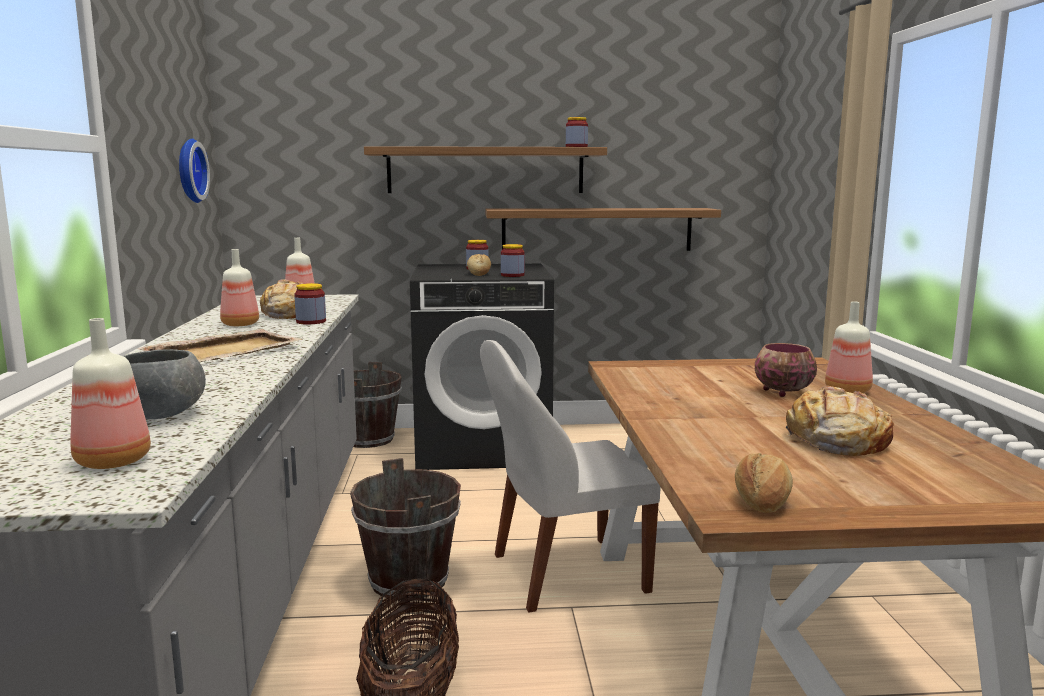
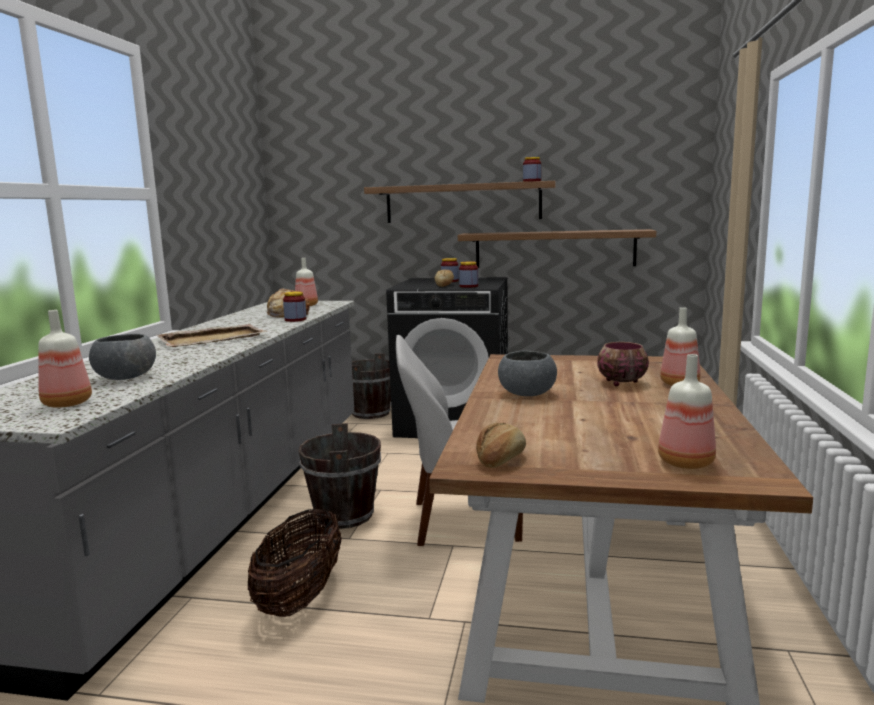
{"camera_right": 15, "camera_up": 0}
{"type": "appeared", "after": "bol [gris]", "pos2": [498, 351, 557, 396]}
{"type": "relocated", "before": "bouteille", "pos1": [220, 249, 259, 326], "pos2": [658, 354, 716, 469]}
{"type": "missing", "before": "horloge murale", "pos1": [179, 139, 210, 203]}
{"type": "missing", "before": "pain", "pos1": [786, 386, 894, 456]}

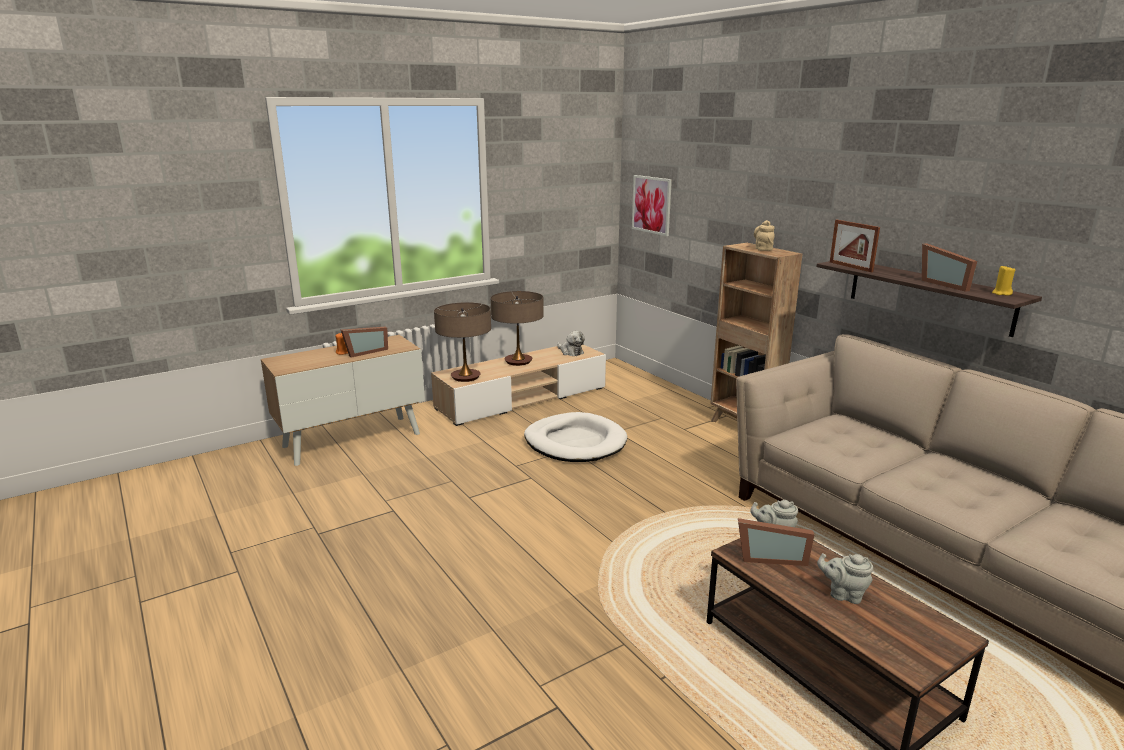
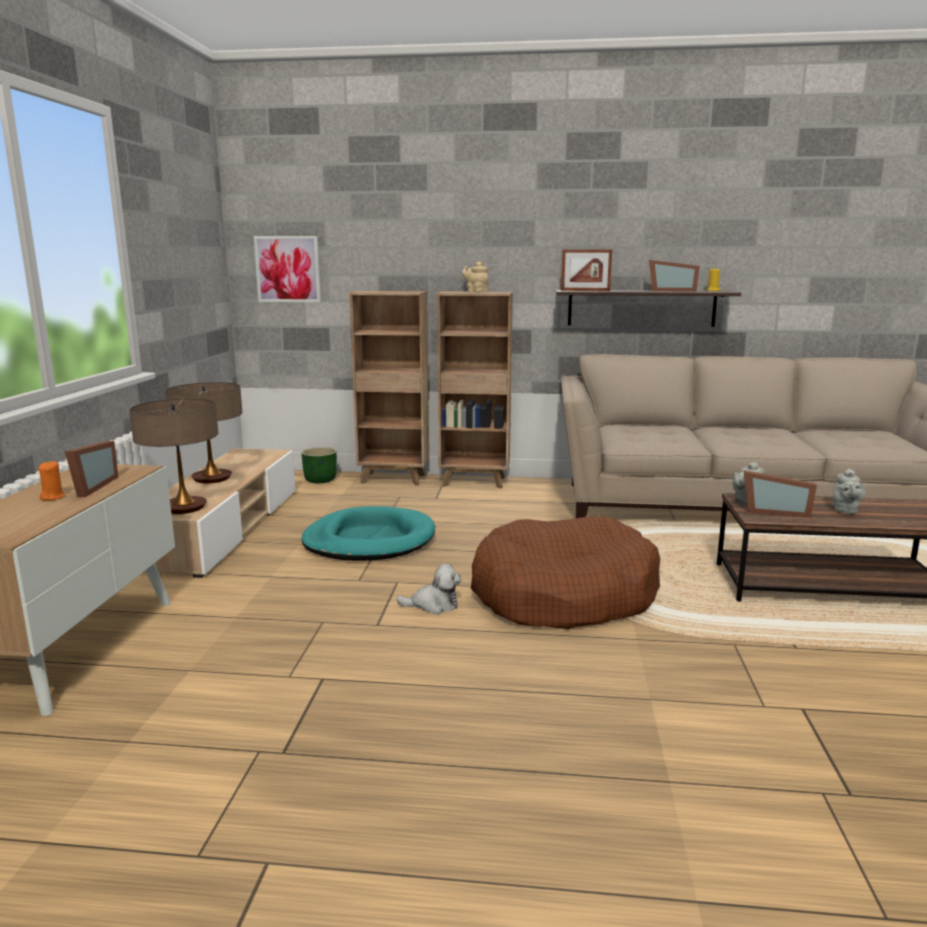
{"camera_right": -50, "camera_up": -5}
{"type": "appeared", "after": "cache-pot [vert]", "pos2": [301, 447, 337, 483]}
{"type": "colour", "before": "panier pour chien [blanc]", "after": "panier pour chien [turquoise]", "pos1": [524, 412, 627, 462], "pos2": [301, 506, 435, 561]}
{"type": "appeared", "after": "bibliothèque [marron]", "pos2": [349, 291, 429, 486]}
{"type": "relocated", "before": "peluche", "pos1": [557, 331, 585, 356], "pos2": [397, 564, 462, 614]}
{"type": "appeared", "after": "panier pour chien [marron]", "pos2": [471, 516, 660, 629]}
{"type": "spun", "before": "cadre photo", "pos1": [738, 518, 814, 566], "pos2": [744, 470, 817, 518], "turn": 60}
{"type": "spun", "before": "théière [gris]", "pos1": [817, 553, 873, 604], "pos2": [832, 468, 866, 514], "turn": -45}

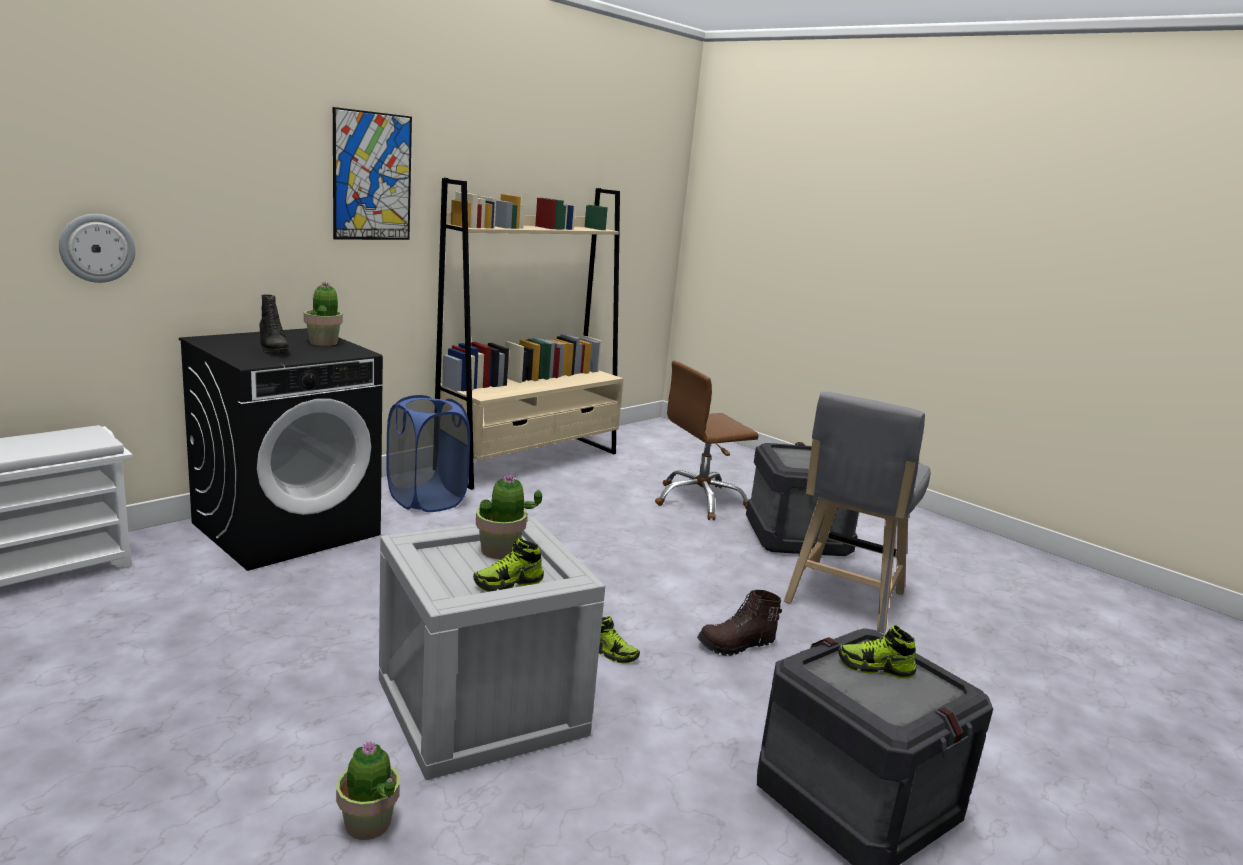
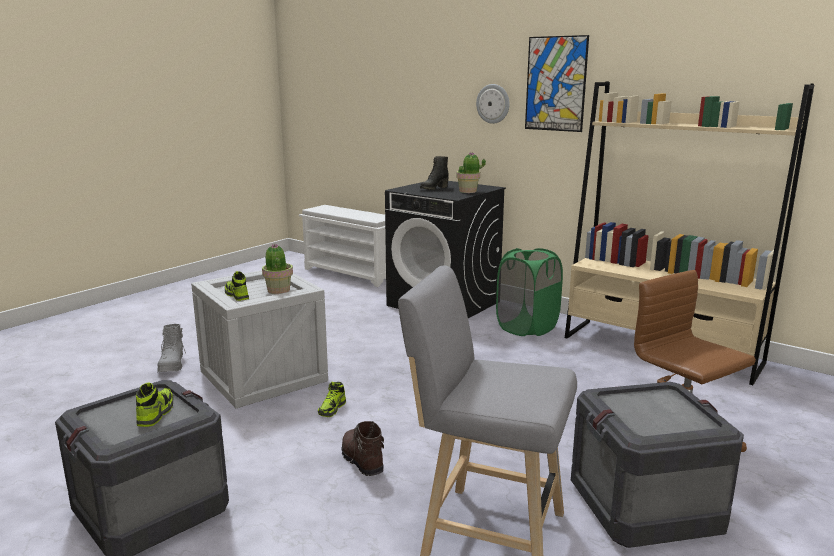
{"camera_right": 85, "camera_up": 0}
{"type": "exchanged", "before": "plante en pot", "after": "botte [gris]", "pos1": [336, 742, 400, 840], "pos2": [157, 324, 186, 372]}
{"type": "relocated", "before": "horloge murale", "pos1": [59, 214, 136, 283], "pos2": [476, 84, 510, 124]}
{"type": "colour", "before": "panier à linge [bleu]", "after": "panier à linge [vert]", "pos1": [386, 395, 470, 512], "pos2": [496, 248, 563, 336]}

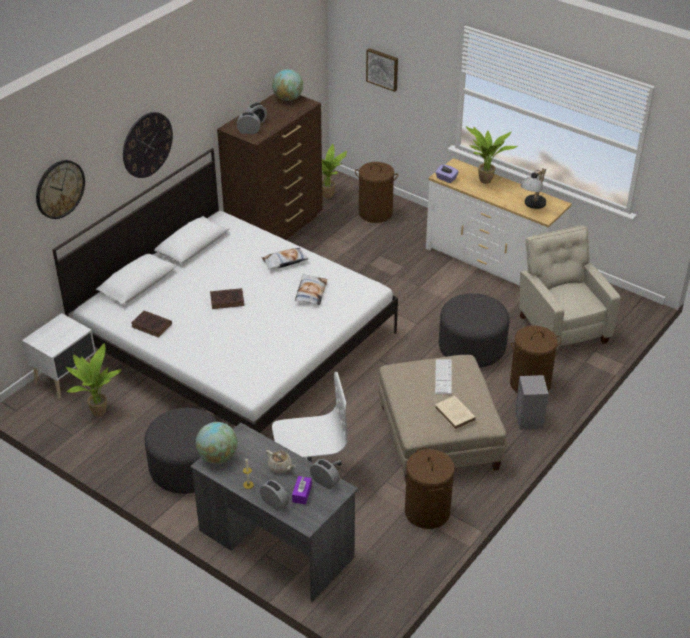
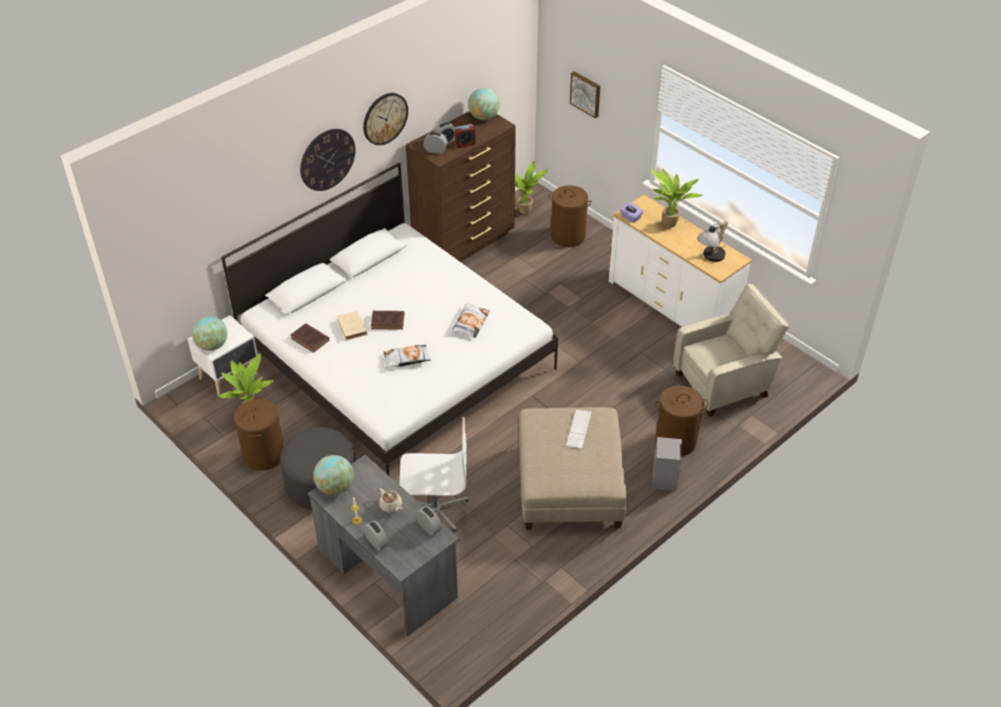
{"camera_right": 10, "camera_up": 5}
{"type": "appeared", "after": "globe", "pos2": [192, 316, 227, 351]}
{"type": "relocated", "before": "panier à linge [marron]", "pos1": [405, 447, 455, 529], "pos2": [234, 397, 284, 471]}
{"type": "relocated", "before": "livre [beige]", "pos1": [435, 396, 476, 430], "pos2": [337, 311, 367, 340]}
{"type": "relocated", "before": "horloge murale", "pos1": [36, 160, 85, 219], "pos2": [363, 93, 408, 145]}
{"type": "relocated", "before": "coussin", "pos1": [261, 248, 309, 270], "pos2": [384, 345, 431, 368]}
{"type": "appeared", "after": "réveil", "pos2": [454, 124, 476, 148]}
{"type": "spun", "before": "fauteuil [beige]", "pos1": [519, 225, 620, 350], "pos2": [673, 284, 789, 417], "turn": 75}
{"type": "missing", "before": "boîte à mouchoirs [violet]", "pos1": [292, 476, 312, 504]}
{"type": "missing", "before": "pouf [gris]", "pos1": [439, 293, 509, 368]}

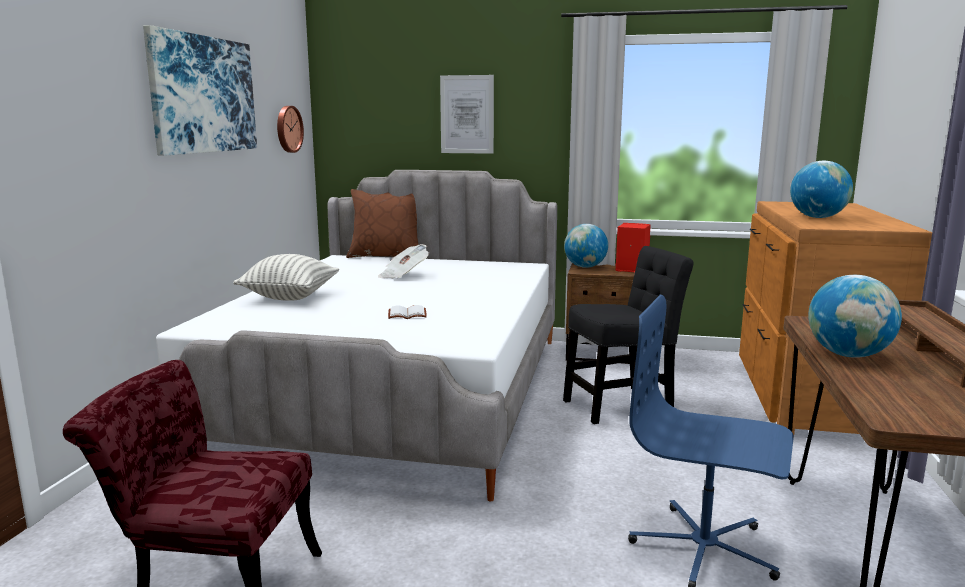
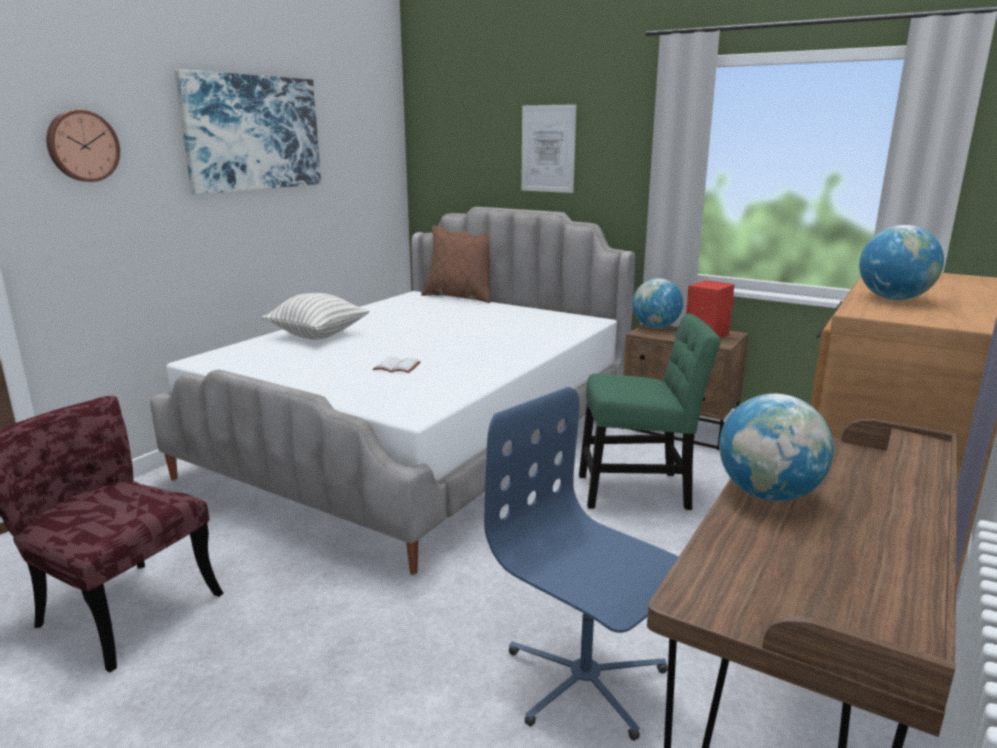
{"camera_right": 20, "camera_up": 5}
{"type": "relocated", "before": "horloge murale", "pos1": [277, 106, 304, 153], "pos2": [46, 110, 120, 182]}
{"type": "colour", "before": "chaise [noir]", "after": "chaise [vert]", "pos1": [563, 246, 694, 424], "pos2": [579, 313, 721, 510]}
{"type": "missing", "before": "journal", "pos1": [378, 244, 429, 279]}

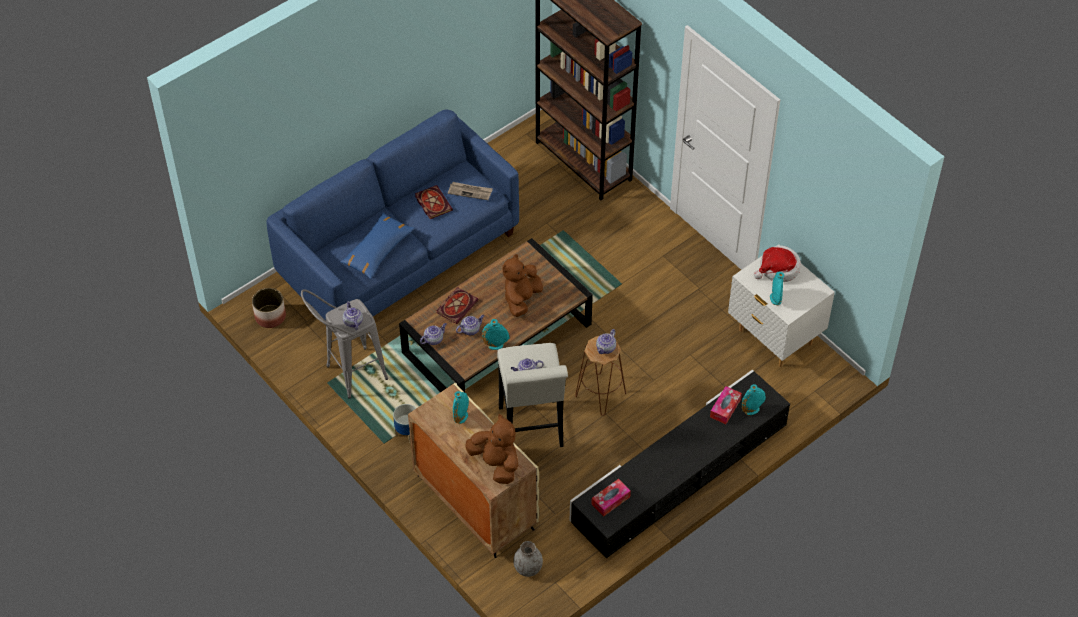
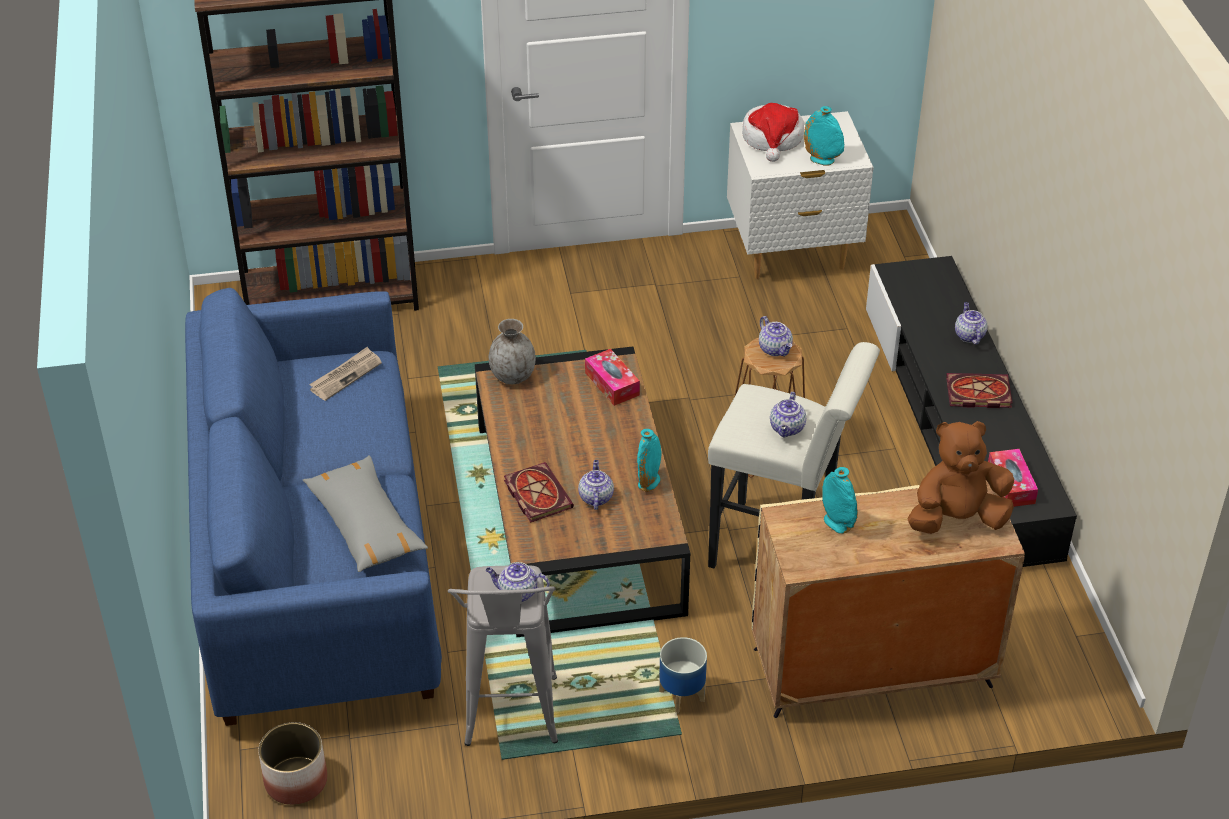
{"camera_right": -60, "camera_up": -10}
{"type": "colour", "before": "coussin [bleu]", "after": "coussin [gris]", "pos1": [340, 213, 415, 279], "pos2": [303, 455, 428, 572]}
{"type": "relocated", "before": "vase [gris]", "pos1": [513, 541, 543, 577], "pos2": [489, 319, 536, 384]}
{"type": "relocated", "before": "boîte à mouchoirs", "pos1": [710, 386, 742, 424], "pos2": [585, 349, 640, 406]}
{"type": "relocated", "before": "livre", "pos1": [415, 185, 453, 219], "pos2": [946, 373, 1012, 408]}
{"type": "relocated", "before": "théière", "pos1": [420, 323, 447, 345], "pos2": [955, 302, 988, 345]}
{"type": "missing", "before": "peluche [marron]", "pos1": [502, 254, 543, 317]}
{"type": "missing", "before": "vase [turquoise]", "pos1": [741, 384, 766, 415]}

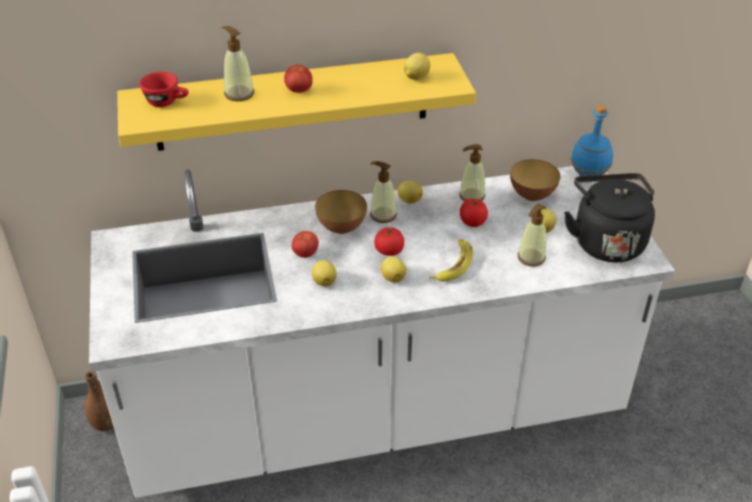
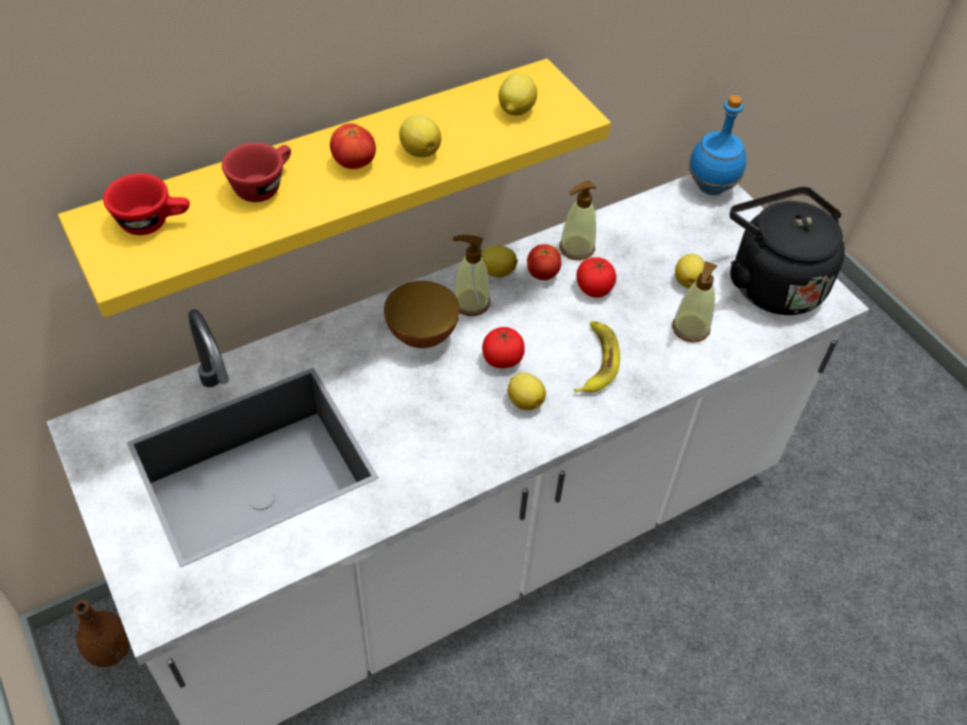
{"camera_right": -20, "camera_up": 10}
{"type": "exchanged", "before": "distributeur de savon", "after": "tasse [rouge]", "pos1": [222, 26, 254, 101], "pos2": [222, 143, 291, 202]}
{"type": "relocated", "before": "citron", "pos1": [312, 260, 337, 287], "pos2": [399, 115, 441, 157]}
{"type": "relocated", "before": "tomate", "pos1": [292, 231, 319, 258], "pos2": [527, 244, 561, 280]}
{"type": "missing", "before": "bol", "pos1": [510, 159, 560, 201]}

